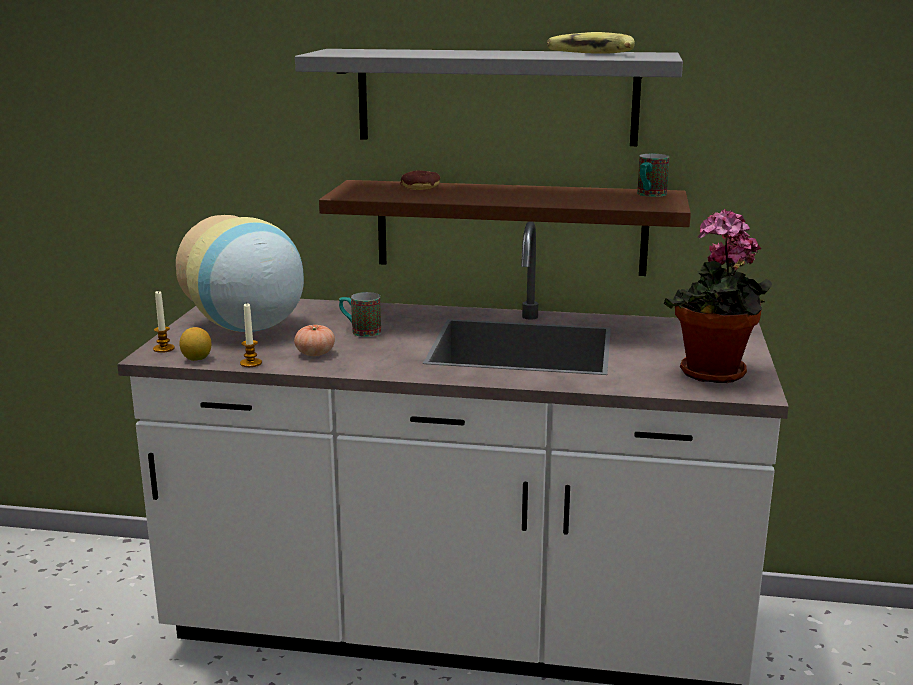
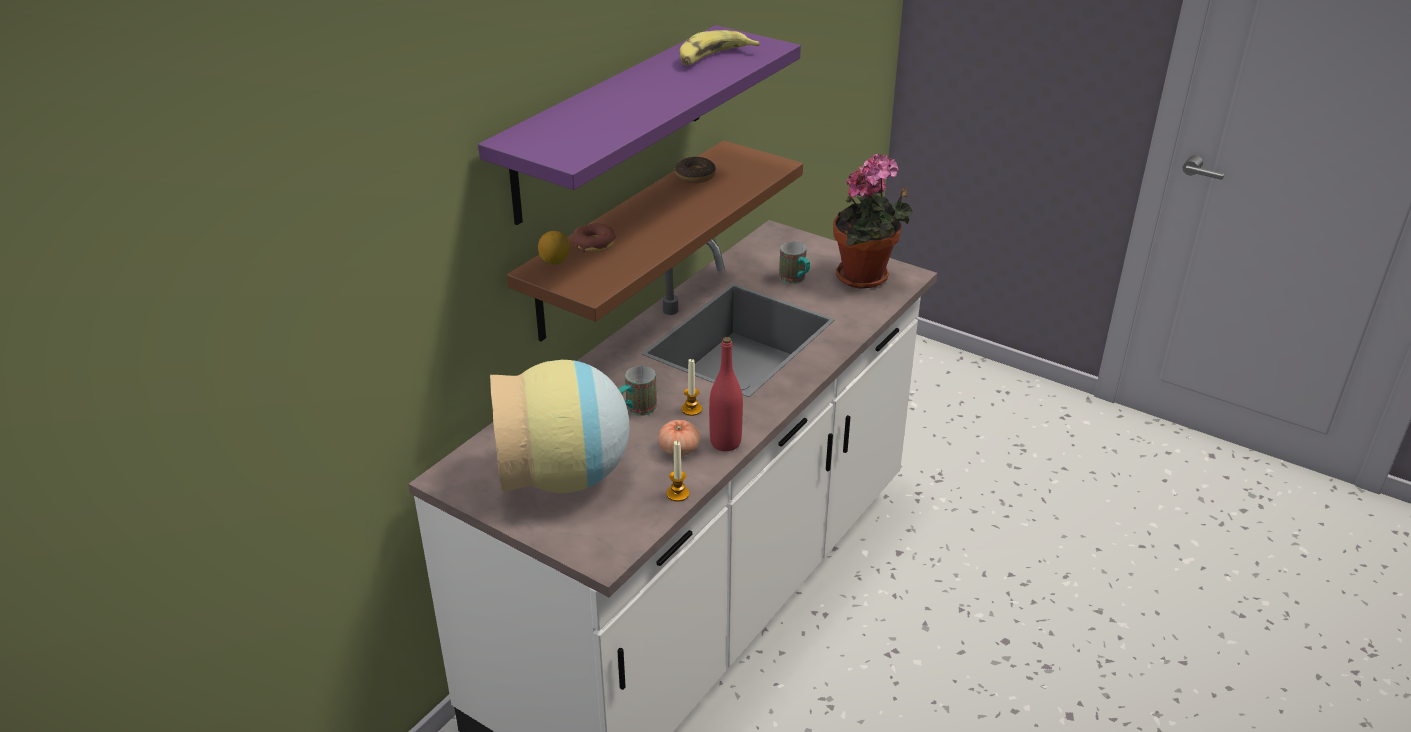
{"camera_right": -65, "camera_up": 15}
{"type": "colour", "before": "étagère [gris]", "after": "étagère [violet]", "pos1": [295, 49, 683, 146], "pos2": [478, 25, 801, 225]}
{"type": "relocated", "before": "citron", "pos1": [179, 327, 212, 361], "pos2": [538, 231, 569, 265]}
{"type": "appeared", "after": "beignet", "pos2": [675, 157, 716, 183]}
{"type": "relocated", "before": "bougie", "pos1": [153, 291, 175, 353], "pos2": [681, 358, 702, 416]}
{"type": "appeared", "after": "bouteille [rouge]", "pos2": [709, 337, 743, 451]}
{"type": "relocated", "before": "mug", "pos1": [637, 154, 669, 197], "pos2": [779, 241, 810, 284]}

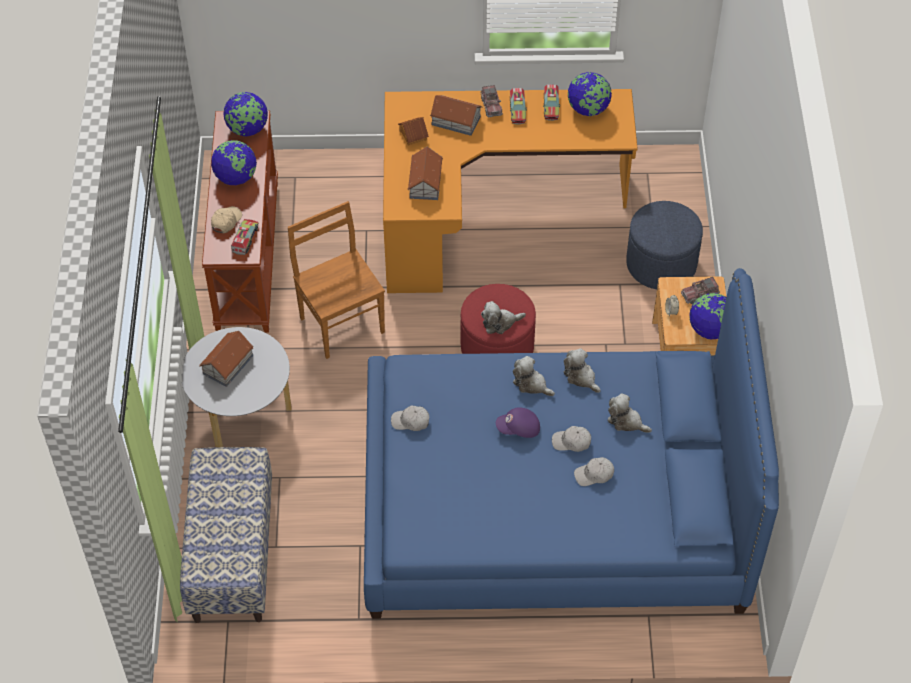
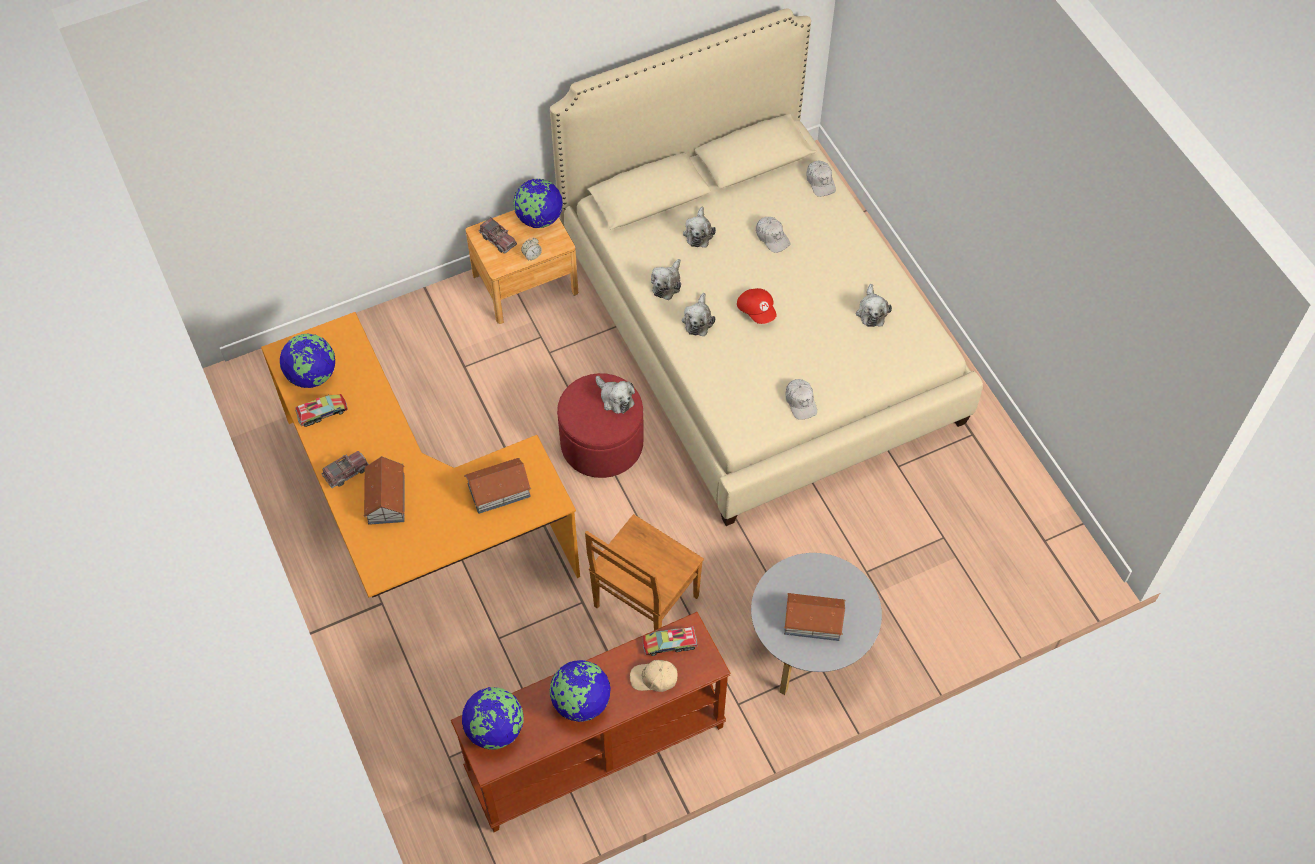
{"camera_right": -115, "camera_up": 5}
{"type": "colour", "before": "lit [bleu]", "after": "lit [beige]", "pos1": [364, 268, 779, 619], "pos2": [550, 8, 983, 526]}
{"type": "colour", "before": "casquette [violet]", "after": "casquette [rouge]", "pos1": [496, 407, 540, 438], "pos2": [737, 288, 777, 324]}
{"type": "relocated", "before": "casquette [blanc]", "pos1": [552, 426, 591, 452], "pos2": [806, 161, 836, 197]}
{"type": "appeared", "after": "peluche", "pos2": [856, 284, 892, 327]}
{"type": "missing", "before": "banc", "pos1": [180, 447, 272, 623]}
{"type": "missing", "before": "maison miniature", "pos1": [398, 117, 429, 146]}
{"type": "missing", "before": "camion jouet", "pos1": [510, 88, 527, 124]}
{"type": "missing", "before": "pouf [bleu]", "pos1": [626, 201, 703, 289]}

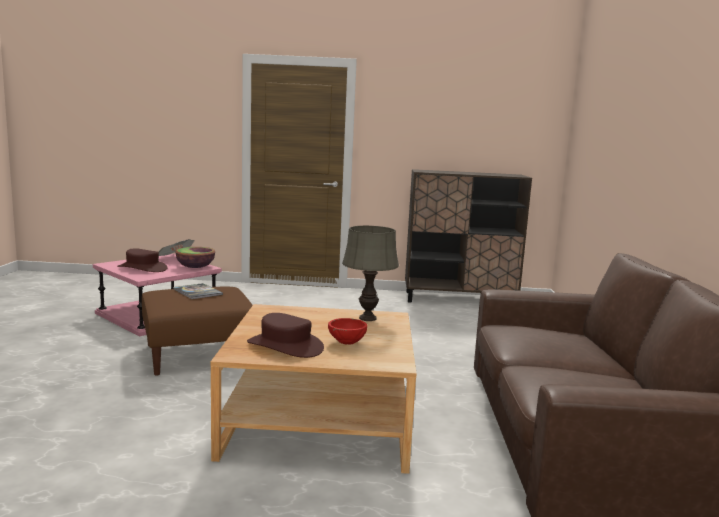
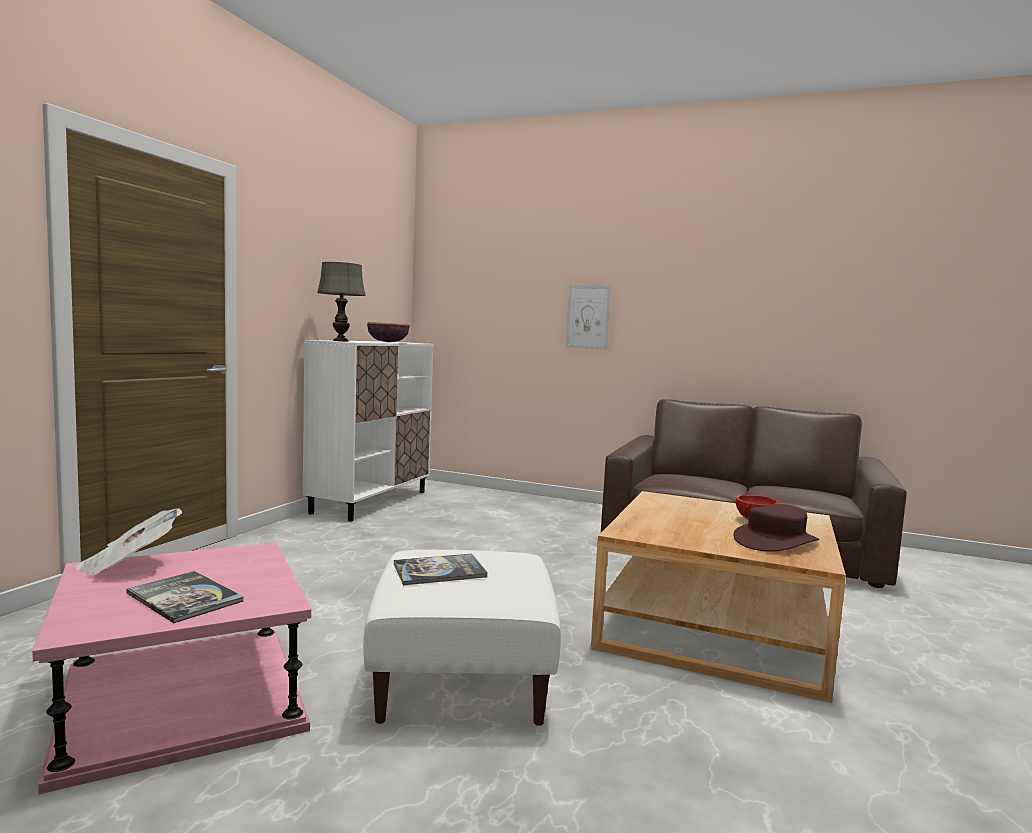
{"camera_right": -70, "camera_up": -5}
{"type": "exchanged", "before": "chapeau [marron]", "after": "livre", "pos1": [117, 248, 168, 272], "pos2": [126, 571, 244, 623]}
{"type": "colour", "before": "meuble de rangement [marron]", "after": "meuble de rangement [blanc]", "pos1": [405, 169, 532, 303], "pos2": [303, 340, 433, 521]}
{"type": "relocated", "before": "lampe de table [gris]", "pos1": [342, 226, 399, 321], "pos2": [317, 262, 366, 342]}
{"type": "colour", "before": "pouf [marron]", "after": "pouf [blanc]", "pos1": [142, 287, 253, 376], "pos2": [363, 550, 561, 726]}
{"type": "relocated", "before": "bol", "pos1": [175, 247, 215, 268], "pos2": [367, 322, 410, 342]}
{"type": "appeared", "after": "tableau", "pos2": [566, 285, 611, 350]}

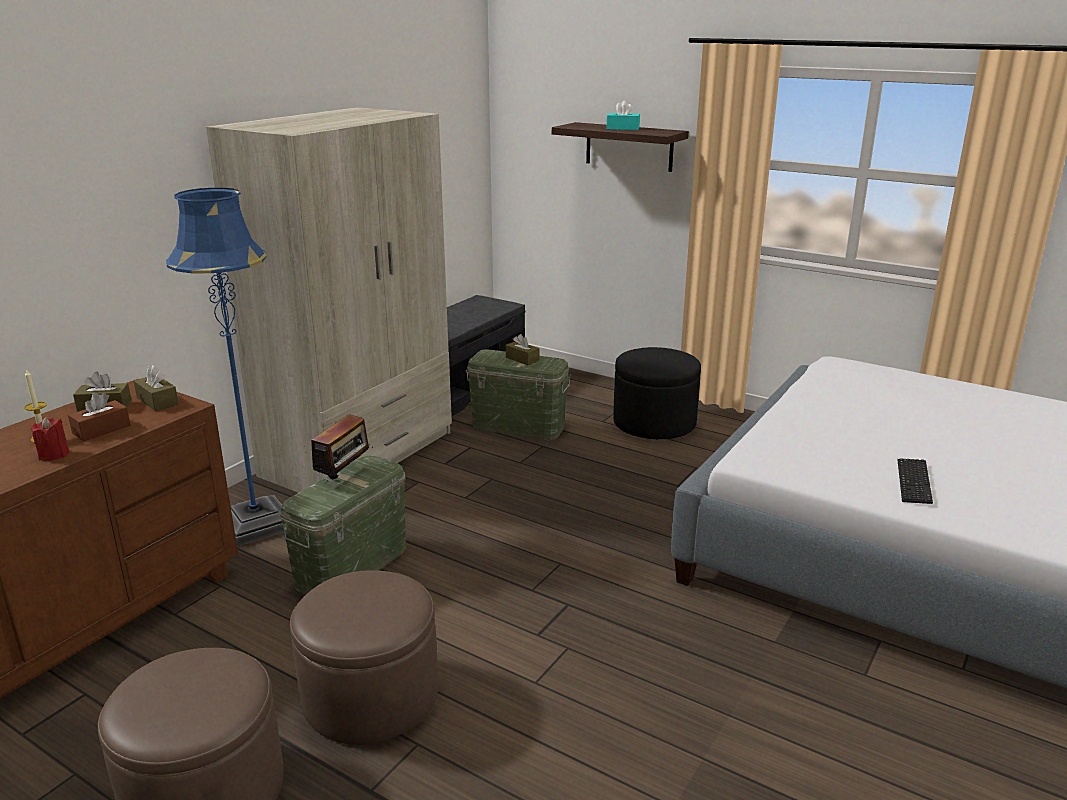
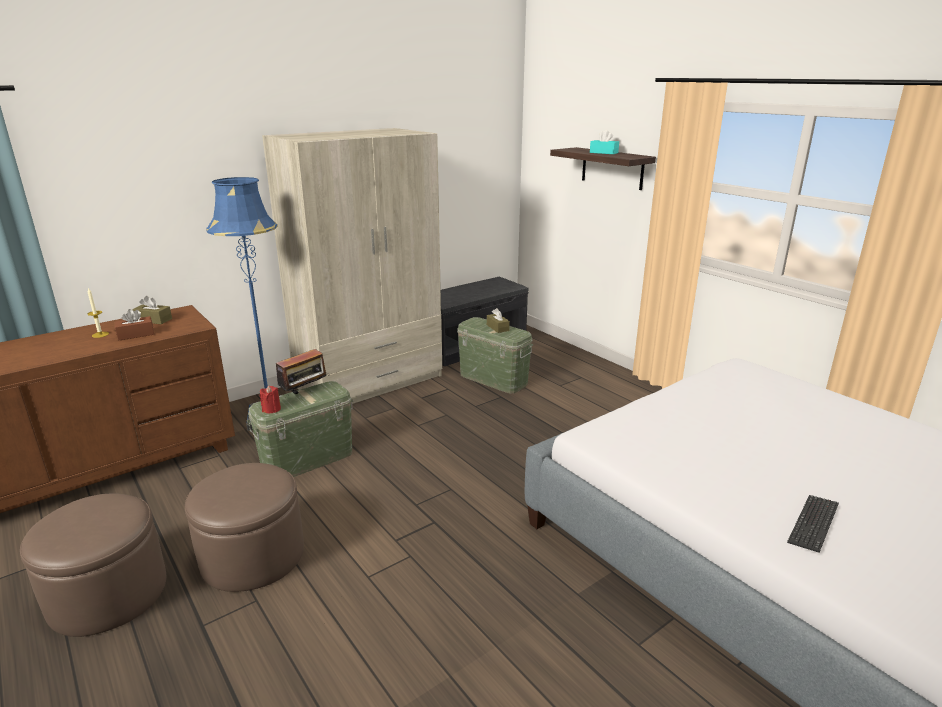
{"camera_right": 20, "camera_up": 0}
{"type": "relocated", "before": "bougie [rouge]", "pos1": [31, 417, 69, 461], "pos2": [260, 386, 281, 413]}
{"type": "relocated", "before": "clavier", "pos1": [898, 458, 933, 504], "pos2": [787, 495, 839, 552]}
{"type": "missing", "before": "boîte à mouchoirs [marron]", "pos1": [134, 365, 179, 411]}
{"type": "missing", "before": "pouf [noir]", "pos1": [613, 347, 701, 439]}

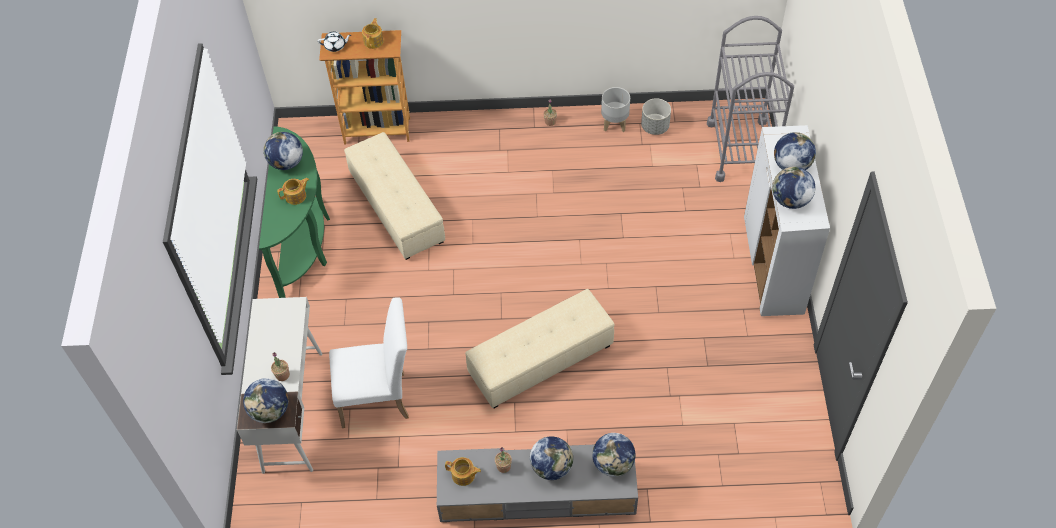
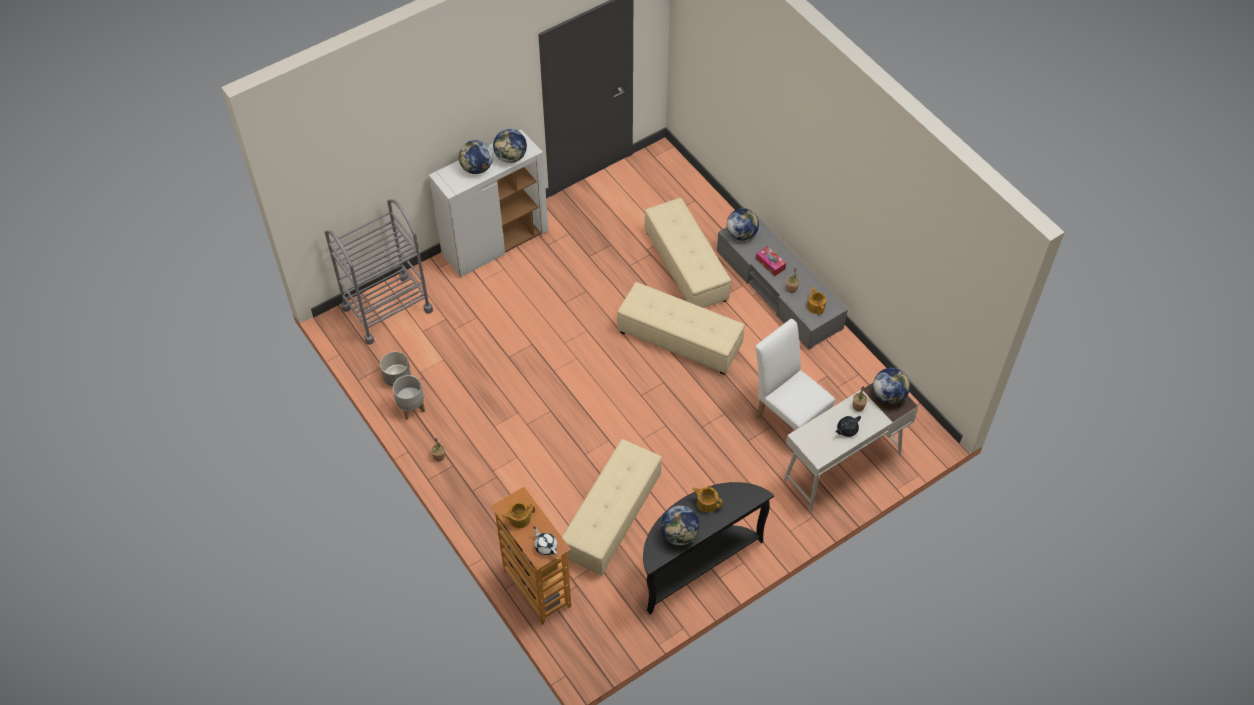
{"camera_right": -125, "camera_up": 0}
{"type": "colour", "before": "table console [vert]", "after": "table console [noir]", "pos1": [259, 126, 330, 298], "pos2": [643, 482, 774, 615]}
{"type": "appeared", "after": "pouf [beige]", "pos2": [645, 198, 731, 308]}
{"type": "exchanged", "before": "globe", "after": "boîte à mouchoirs", "pos1": [530, 436, 573, 480], "pos2": [756, 246, 786, 276]}
{"type": "appeared", "after": "théière [noir]", "pos2": [835, 416, 861, 437]}

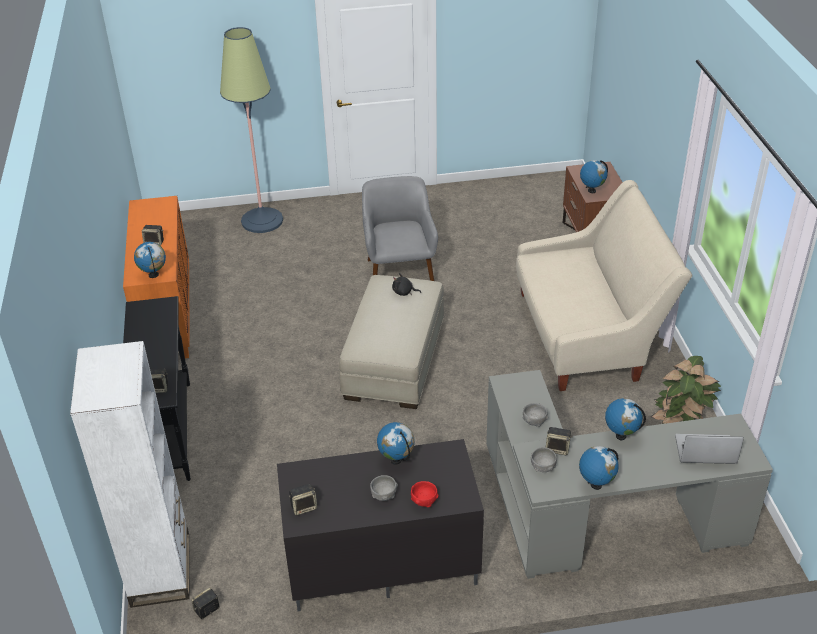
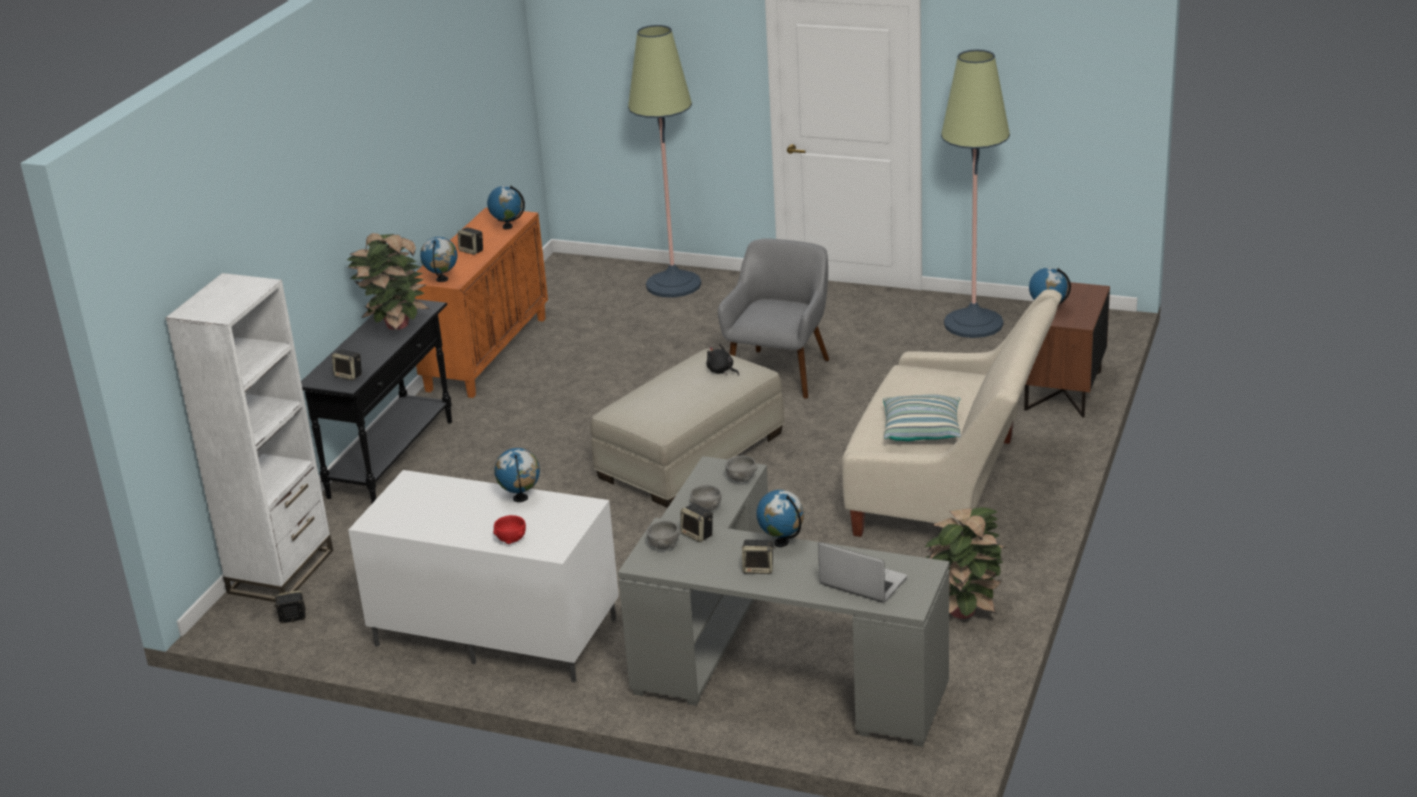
{"camera_right": 30, "camera_up": -10}
{"type": "appeared", "after": "plante en pot", "pos2": [347, 233, 430, 331]}
{"type": "colour", "before": "meuble télé [noir]", "after": "meuble télé [blanc]", "pos1": [277, 439, 484, 611], "pos2": [348, 470, 619, 682]}
{"type": "relocated", "before": "globe", "pos1": [579, 446, 619, 490], "pos2": [487, 186, 525, 229]}
{"type": "relocated", "before": "bol [gris]", "pos1": [370, 475, 398, 501], "pos2": [725, 456, 757, 482]}
{"type": "relocated", "before": "enceinte", "pos1": [289, 484, 317, 516], "pos2": [742, 540, 775, 574]}
{"type": "appeared", "after": "coussin", "pos2": [883, 394, 961, 441]}
{"type": "appeared", "after": "lampadaire", "pos2": [941, 50, 1010, 338]}

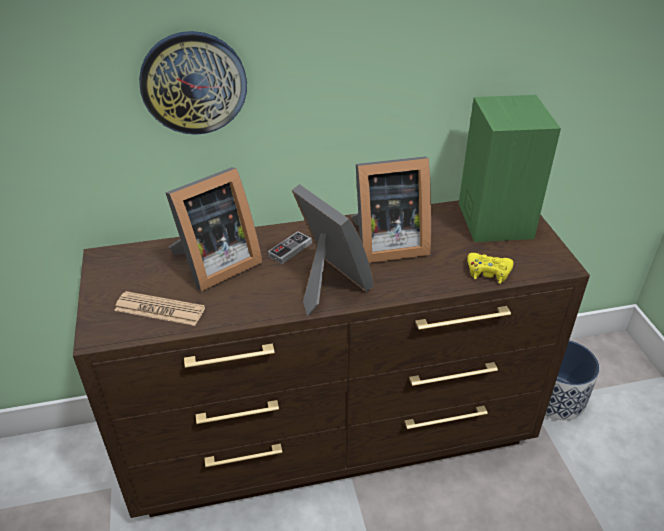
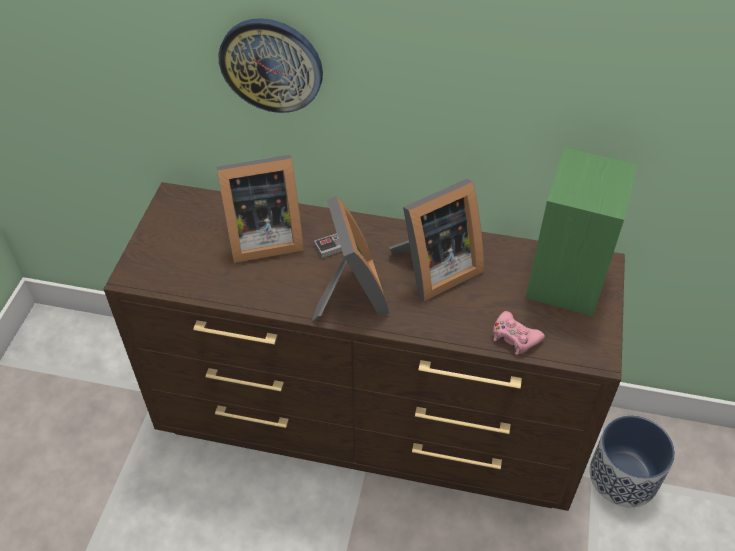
{"camera_right": 25, "camera_up": 10}
{"type": "spun", "before": "cadre photo", "pos1": [351, 156, 431, 263], "pos2": [389, 179, 484, 301], "turn": -45}
{"type": "colour", "before": "manette [jaune]", "after": "manette [rose]", "pos1": [467, 253, 514, 283], "pos2": [493, 311, 545, 355]}
{"type": "missing", "before": "journal", "pos1": [114, 291, 205, 326]}

